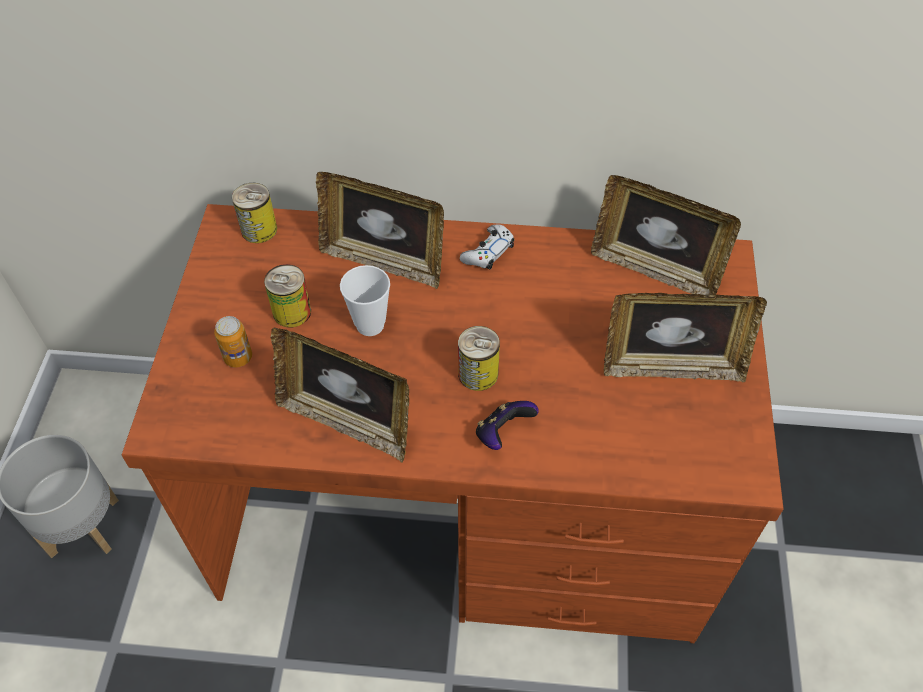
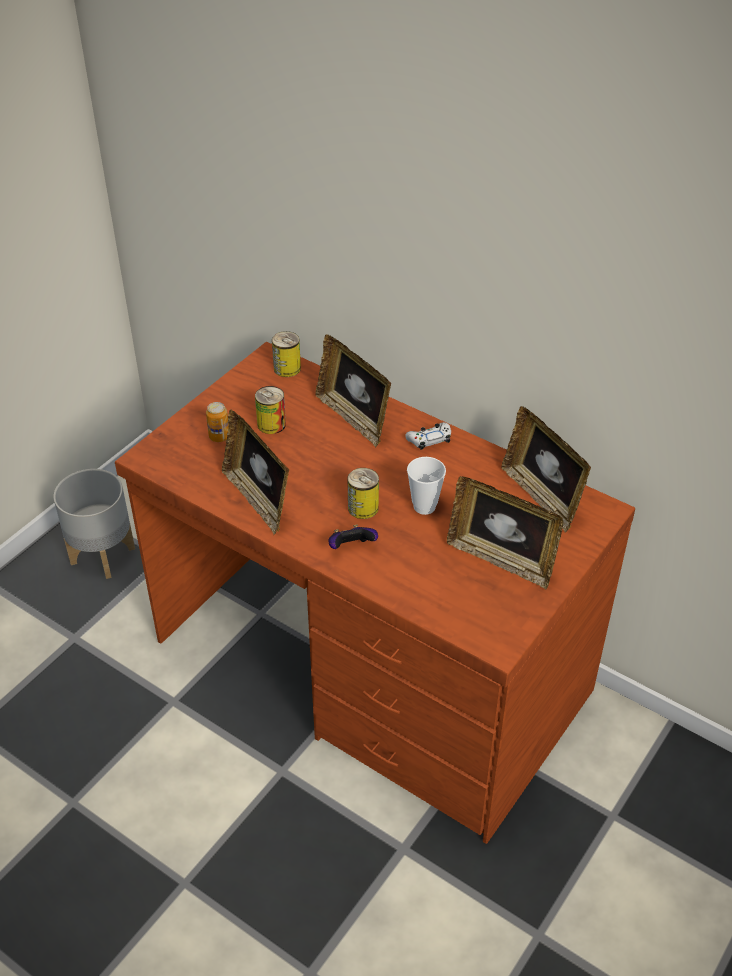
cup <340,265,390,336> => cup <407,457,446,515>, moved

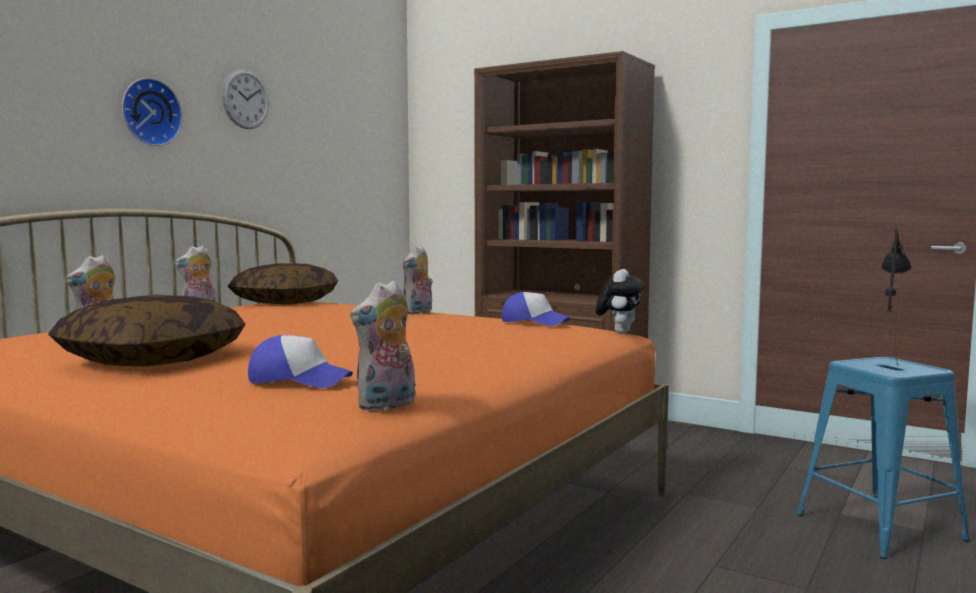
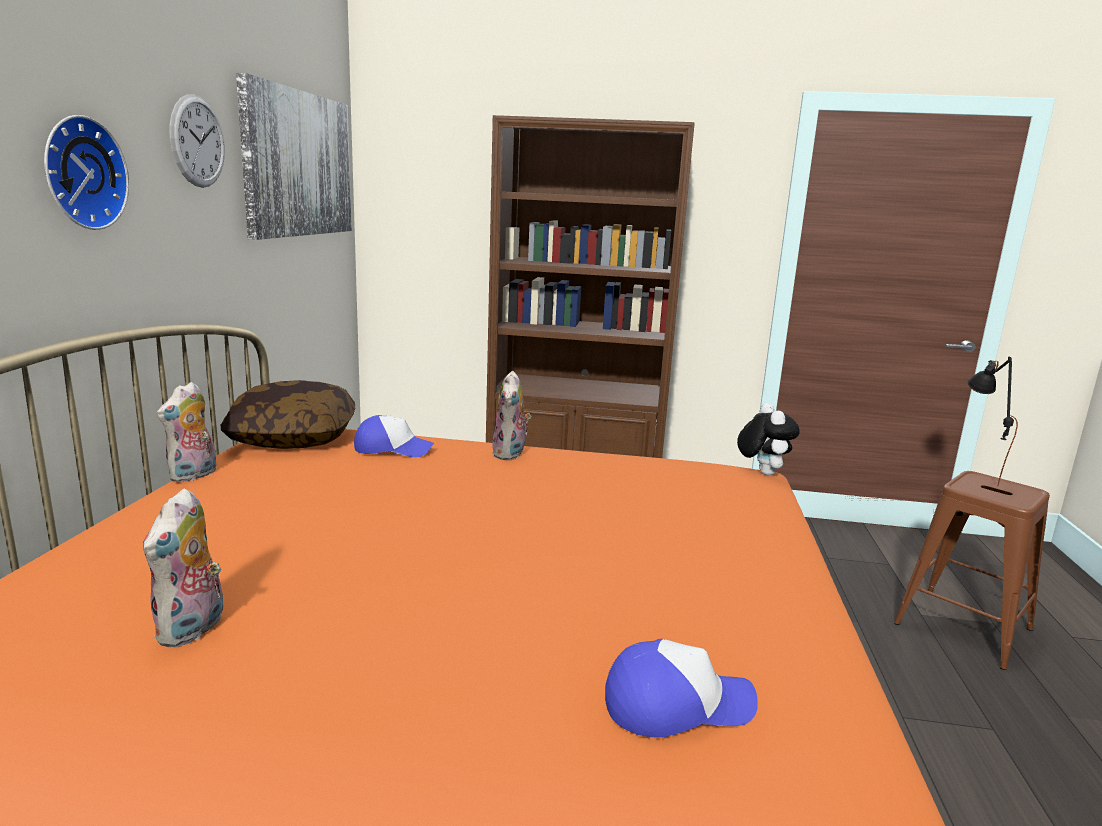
plush toy <350,280,415,411> => nothing
cap <502,292,570,326> => cap <354,415,434,457>, moved
throw pillow <48,294,246,367> => nothing
stool in bluish <797,357,970,559> => stool in brownish <894,471,1050,670>
nothing => wall picture <236,73,352,240>

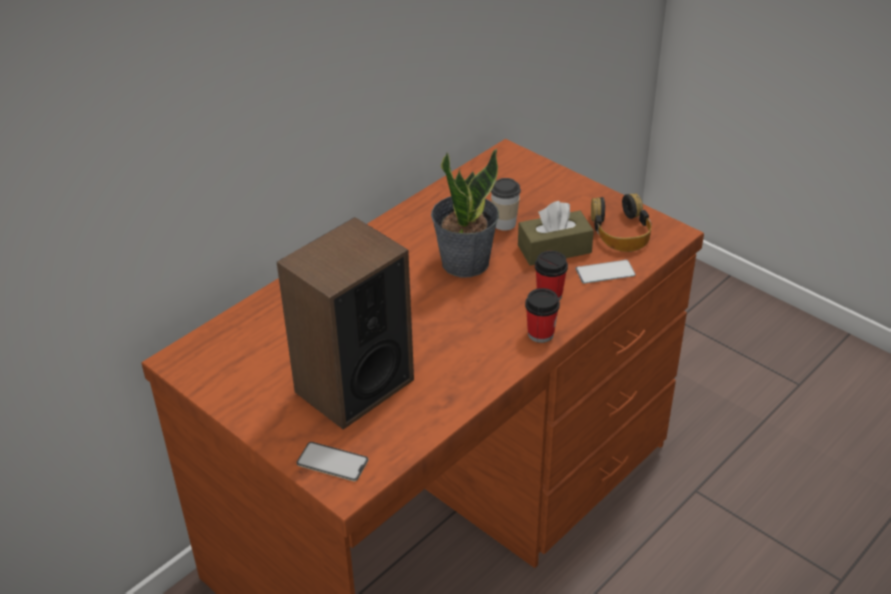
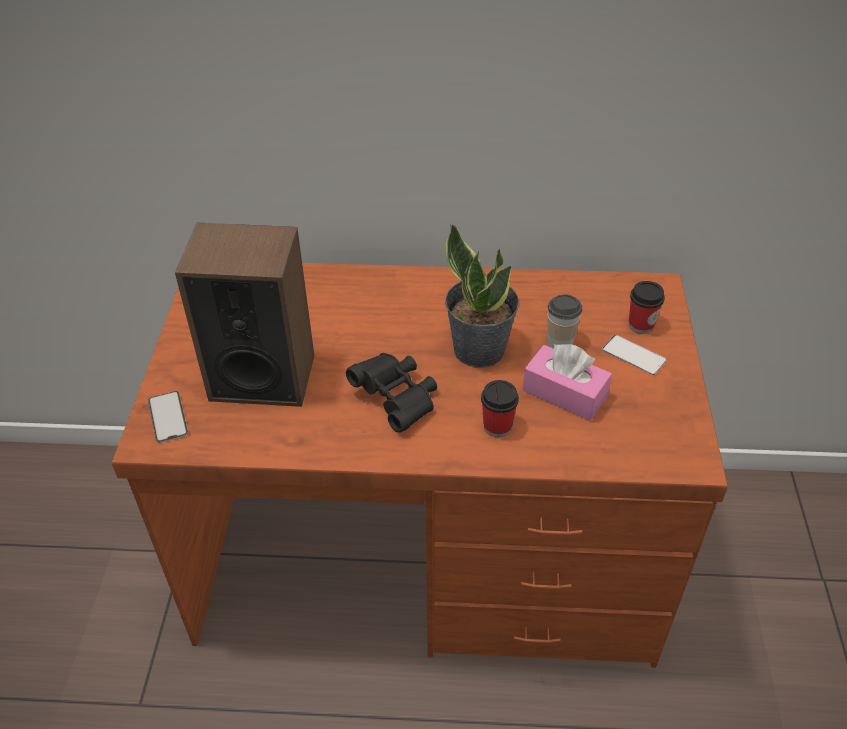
headset <591,193,652,252> => nothing
box of tissues in brownish <518,201,594,266> => box of tissues in pink-coloured <523,344,612,421>
telephone <576,260,636,284> => telephone <602,335,667,375>, moved
cup <525,288,560,343> => cup <629,281,665,334>, moved
nothing => field glasses in black <346,353,437,433>

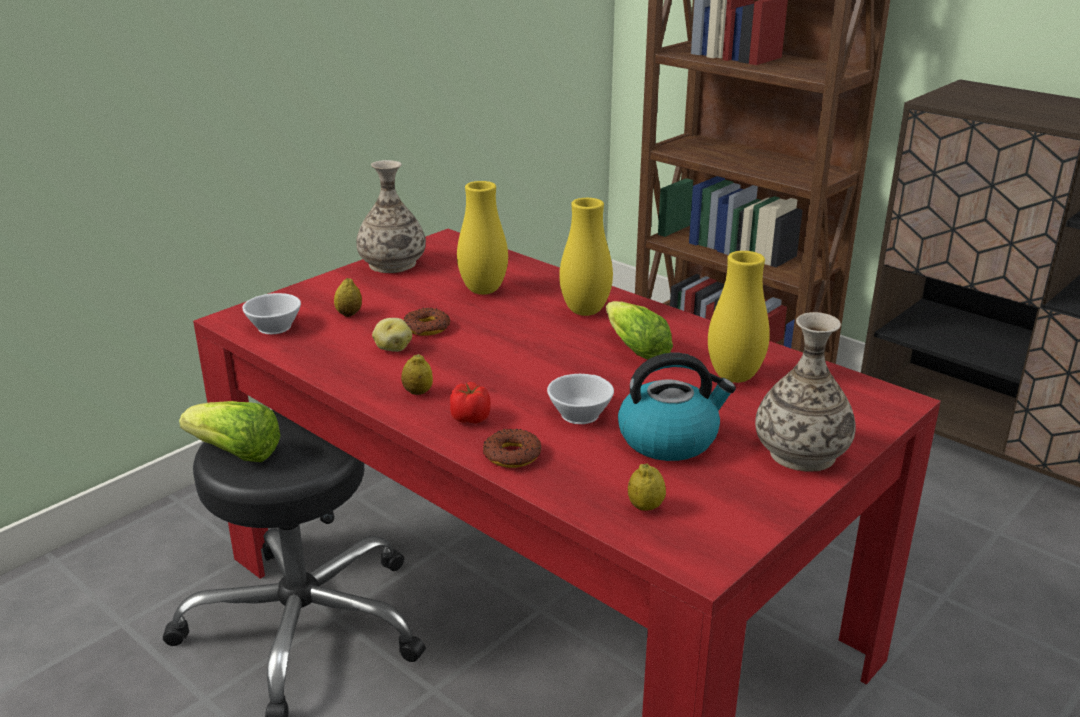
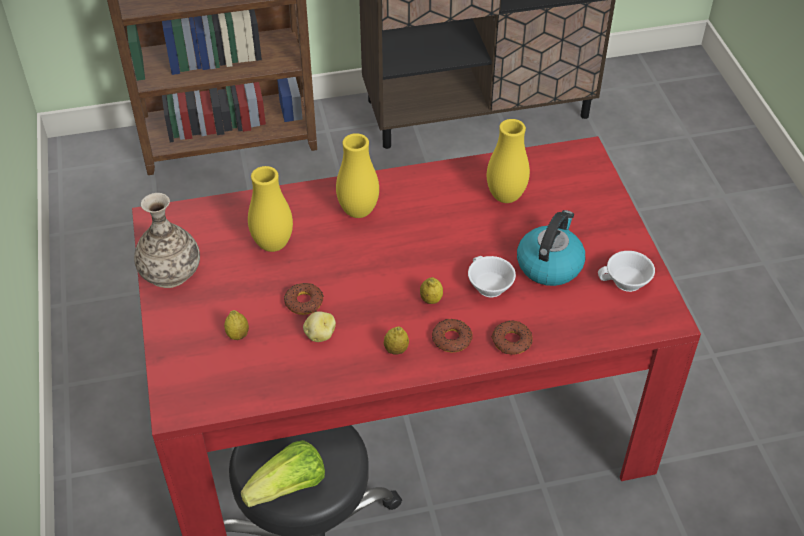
cup in white <242,293,301,334> => cup in white <598,251,655,292>, moved
lettuce <606,301,673,360> => nothing
vase <755,312,856,471> => nothing
fresh tomato <450,382,491,424> => donut <432,319,473,352>
lemon <628,464,666,511> => lemon <420,277,443,304>, moved

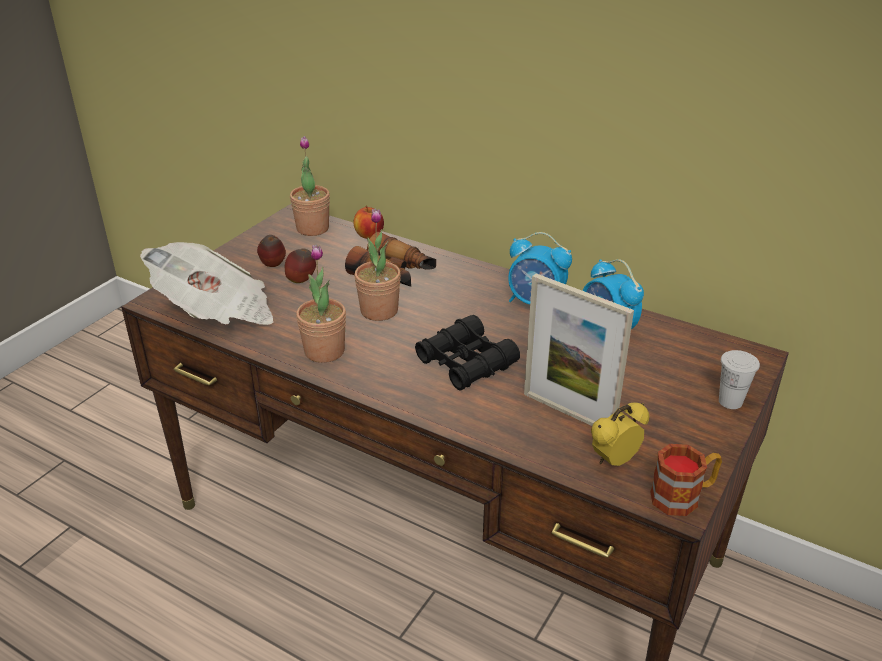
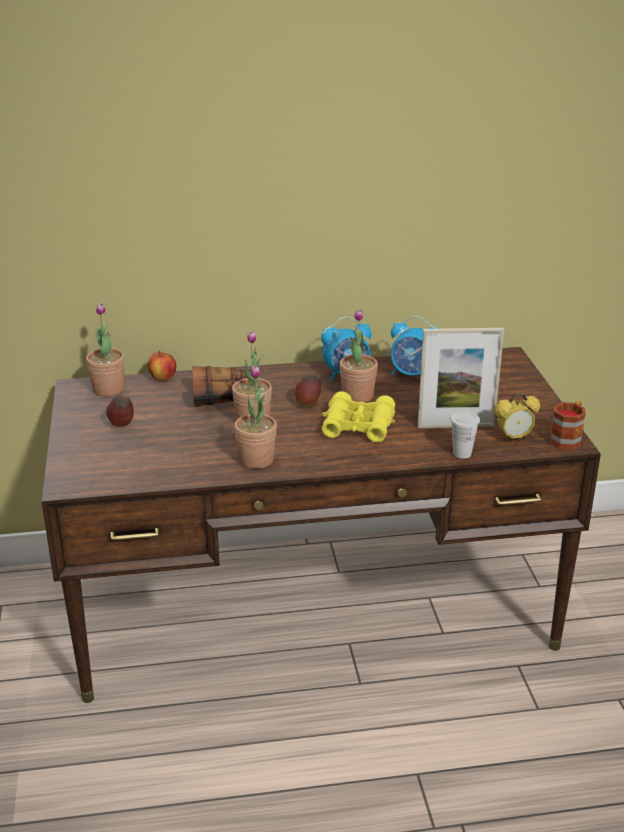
newspaper <140,242,274,325> => nothing
apple <285,248,316,283> => apple <295,375,322,407>, moved
field glasses in black <415,315,520,391> => field glasses in yellowish <322,391,395,442>
cup in white <719,350,760,409> => cup in white <450,411,480,459>, moved
table clock <591,402,649,466> => table clock <494,393,540,442>, 120 degrees counterclockwise
nothing => plant in a pot <339,309,378,403>

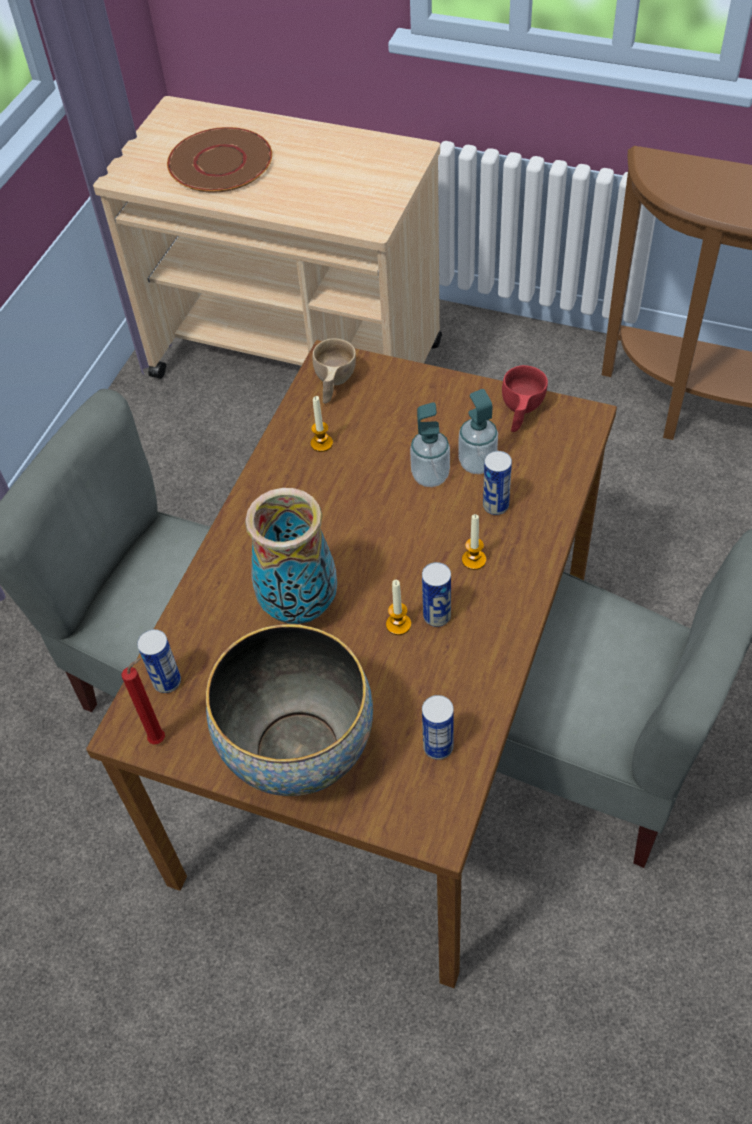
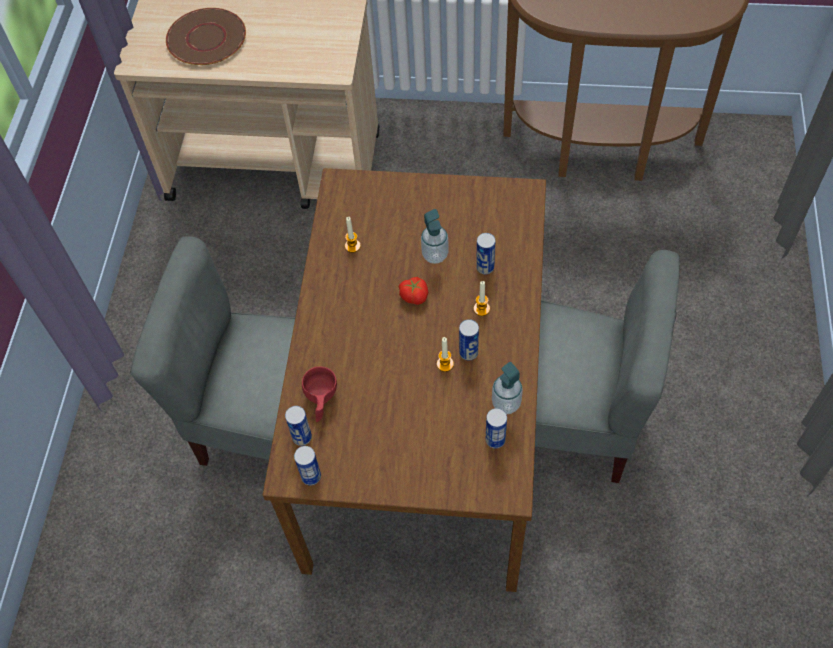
cup in beige-coloured <313,338,356,403> => nothing
cup in reddish <502,365,548,432> => cup in reddish <302,366,337,422>, moved
soap dispenser <458,389,498,474> => soap dispenser <492,362,523,414>, moved
vase <245,488,337,624> => nothing
bowl <206,624,373,796> => nothing
wax candle in reddish <122,658,165,744> => metal can <294,446,321,486>
nothing => fresh tomato <399,277,428,305>

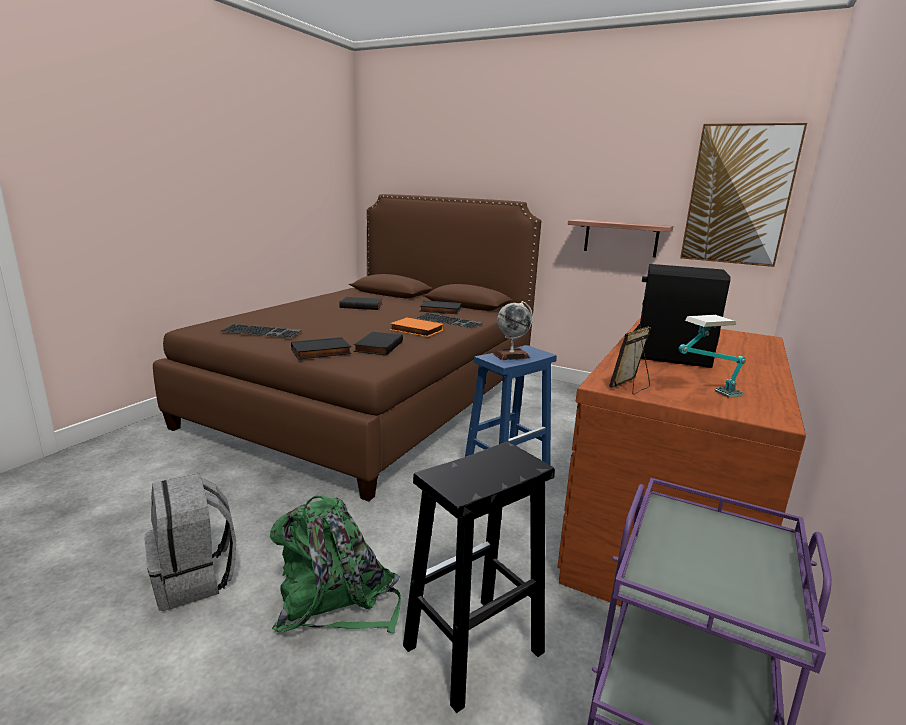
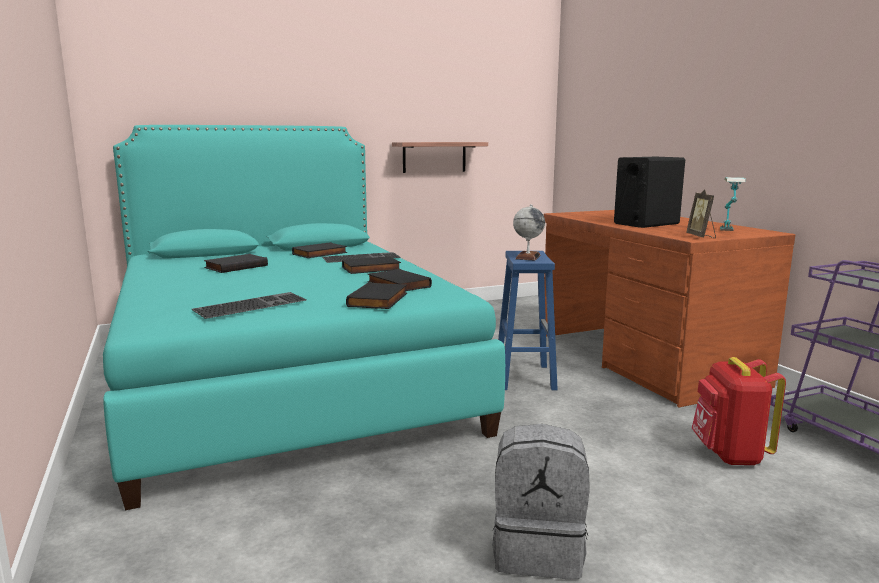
wall picture <680,123,807,267> => nothing
sleeping bed in brownish <153,194,541,502> => sleeping bed in turquoise-coloured <103,125,505,510>
volume in orangey <390,317,443,337> => volume in black <342,256,401,274>
stool in black <403,442,555,713> => knapsack in reddish <692,357,786,465>
knapsack in greenish <270,495,401,633> => nothing

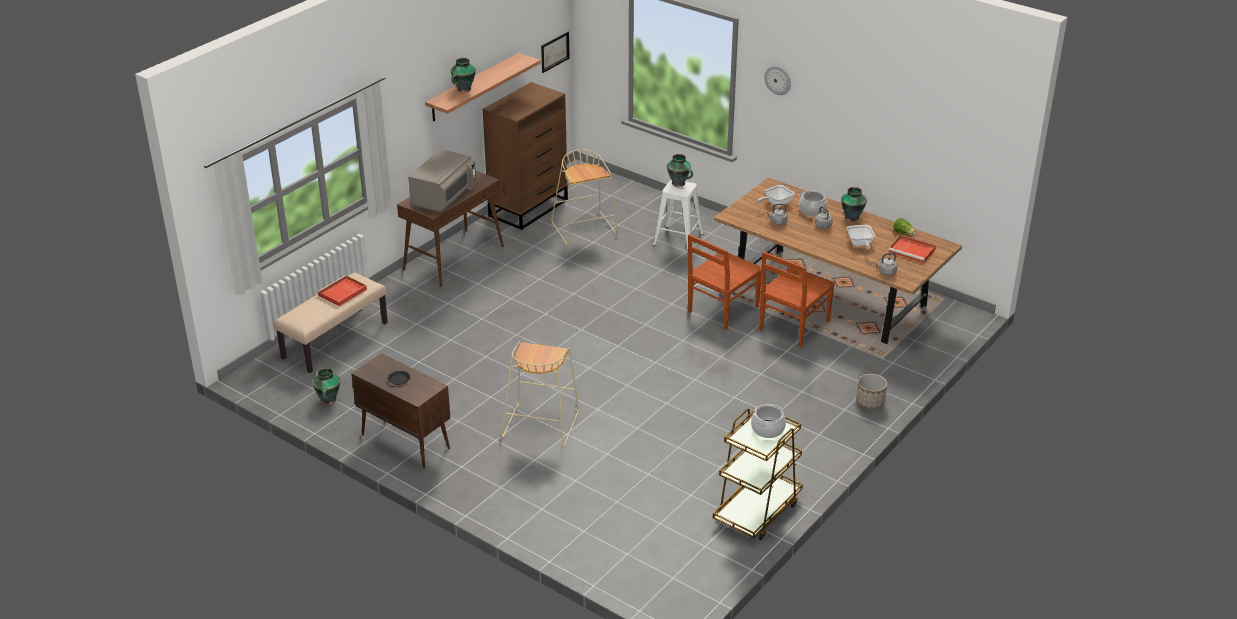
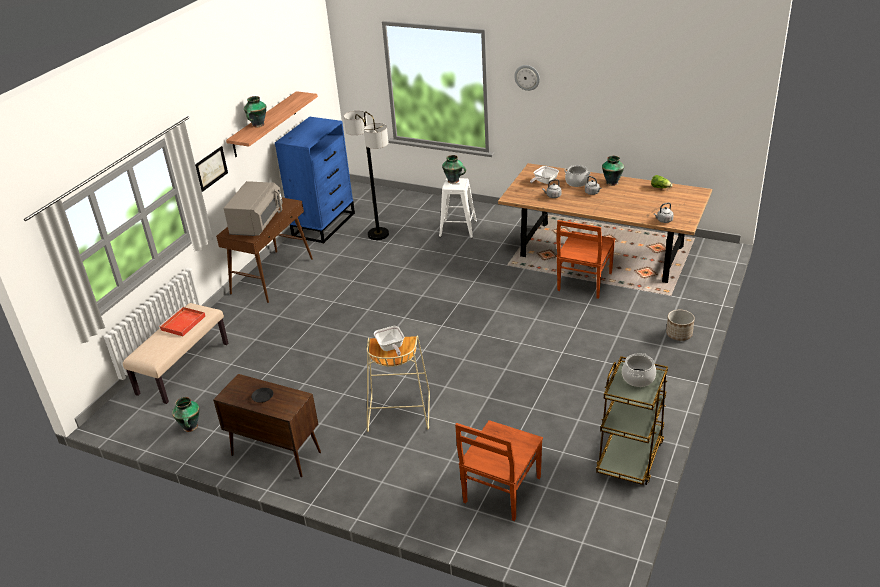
wall picture <541,31,570,73> => wall picture <195,146,228,192>, moved
drawer chest in brownish <482,82,568,230> => drawer chest in bluish <275,117,355,243>
stool in beige-coloured <551,149,618,245> => floor lamp <344,111,389,240>
pan <847,225,875,250> => pan <374,326,404,356>, moved
plain chair in brownish <688,234,761,330> => plain chair in brownish <455,420,543,521>, moved
tray in reddish <889,235,936,263> => nothing

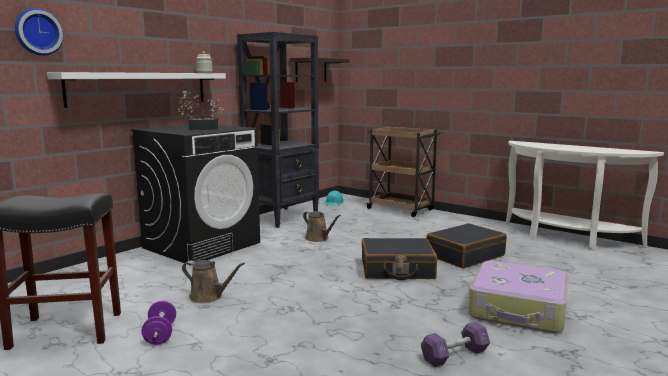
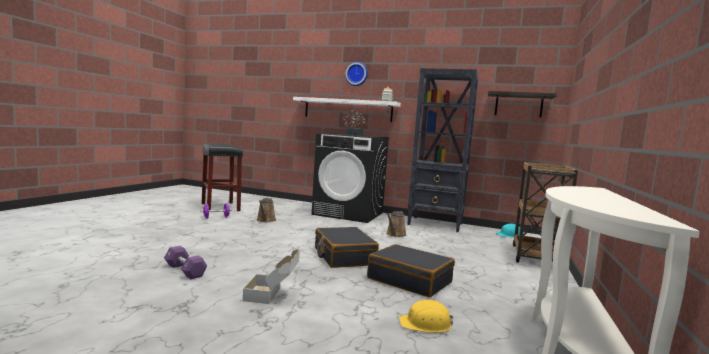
clock on the wall <15,8,63,56> => clock on the wall <345,62,368,86>, moved
piece of luggage <468,261,568,333> => carton <243,249,300,304>
nothing => hard hat in yellowish <399,300,453,333>

